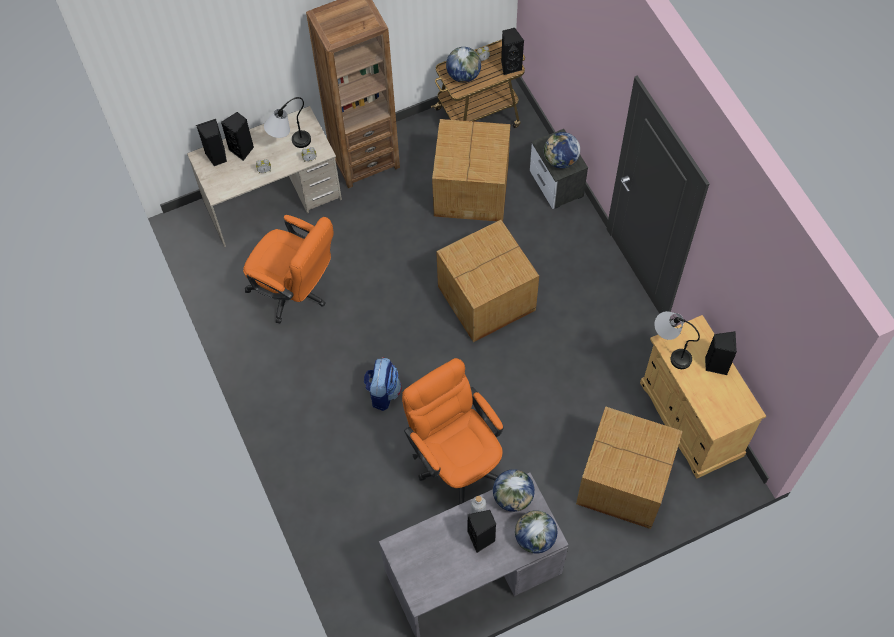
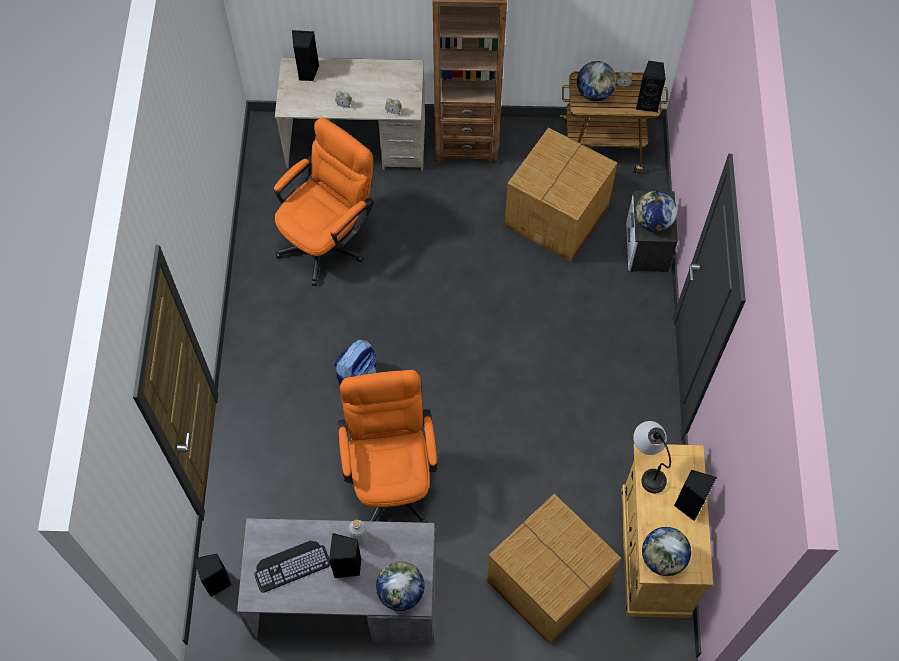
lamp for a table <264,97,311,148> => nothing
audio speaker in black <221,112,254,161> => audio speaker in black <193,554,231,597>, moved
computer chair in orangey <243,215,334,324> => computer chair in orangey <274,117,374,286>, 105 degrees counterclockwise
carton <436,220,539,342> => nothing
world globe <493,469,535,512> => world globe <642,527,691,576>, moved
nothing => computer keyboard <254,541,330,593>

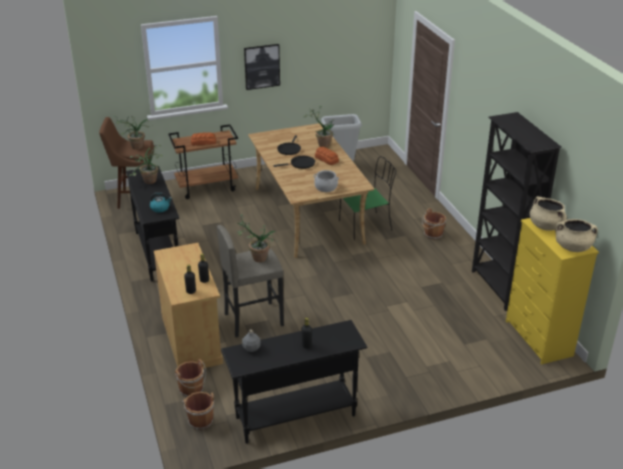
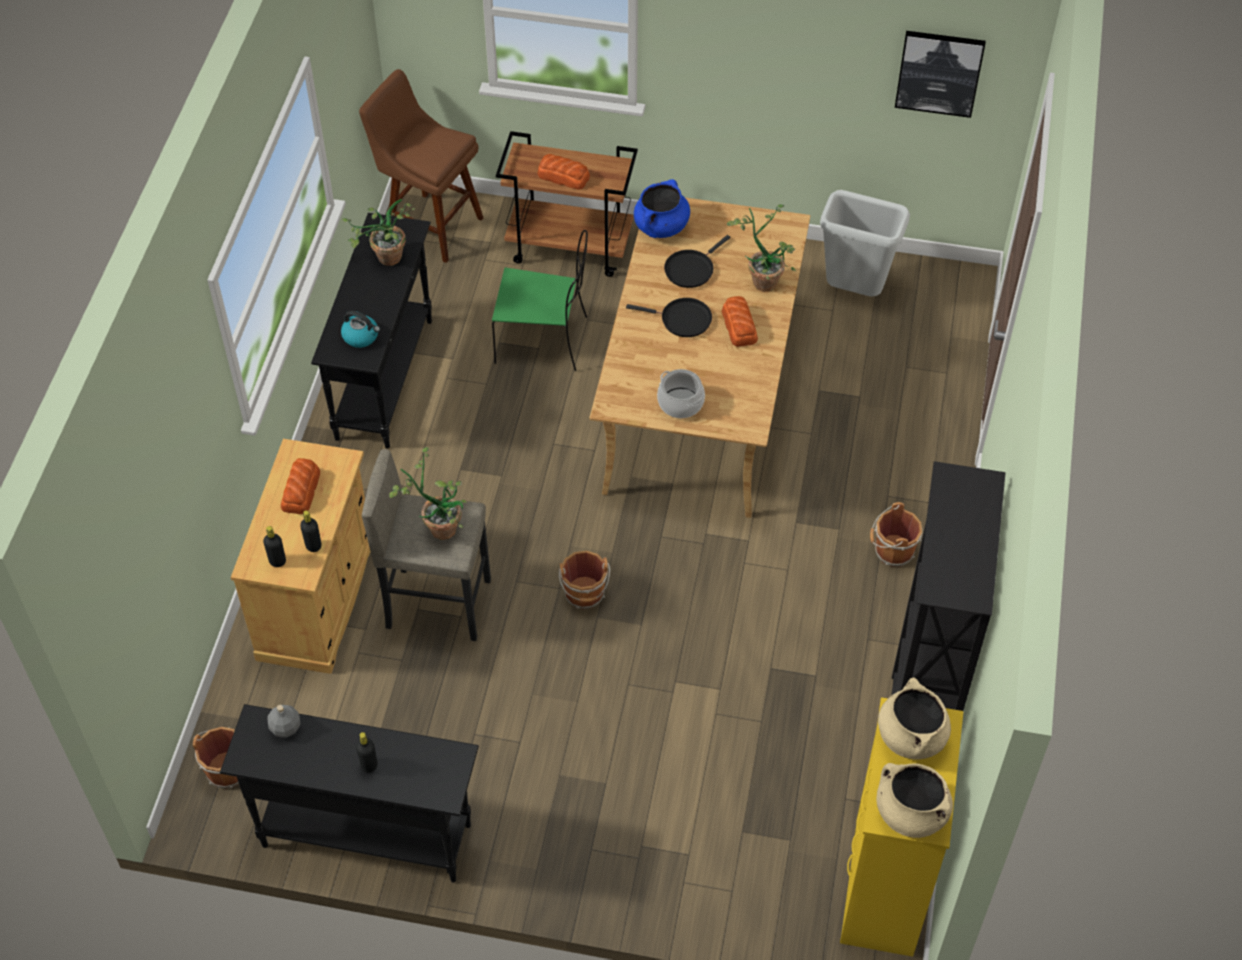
wall picture <244,44,280,90> => wall picture <895,31,986,118>, moved
plant in a pot <113,116,149,150> => nothing
plain chair in greenish <339,156,396,240> => plain chair in greenish <492,230,588,371>, moved
bucket in brownish <175,359,206,397> => bucket in brownish <559,551,610,609>, moved
nothing => stockpot in bluish <634,179,690,238>
nothing => bread <281,458,320,514>

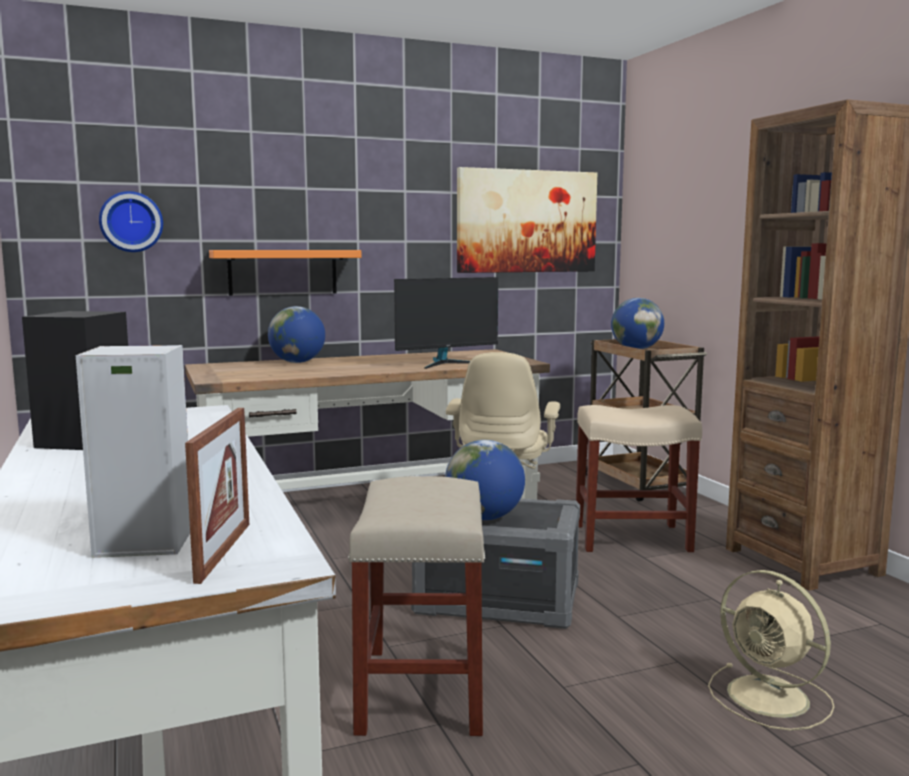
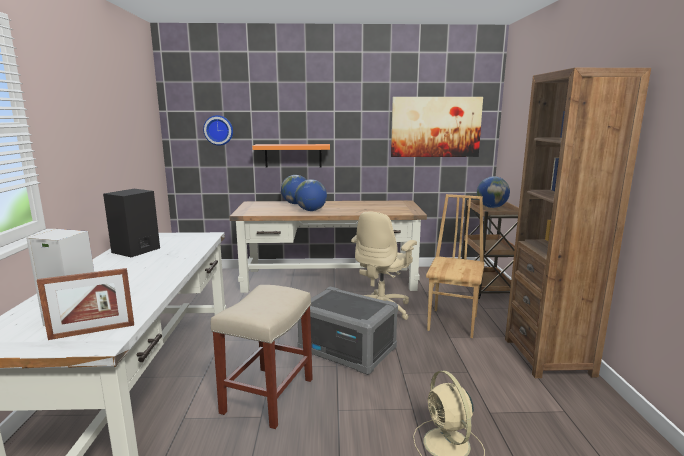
computer screen <394,277,498,369> => nothing
stool in beige-coloured <576,405,702,552> => plain chair in brownish <426,194,485,338>
standing frame <185,408,249,584> => standing frame <37,268,134,340>, 45 degrees clockwise
world globe <445,440,525,520> => world globe <295,179,327,211>, moved

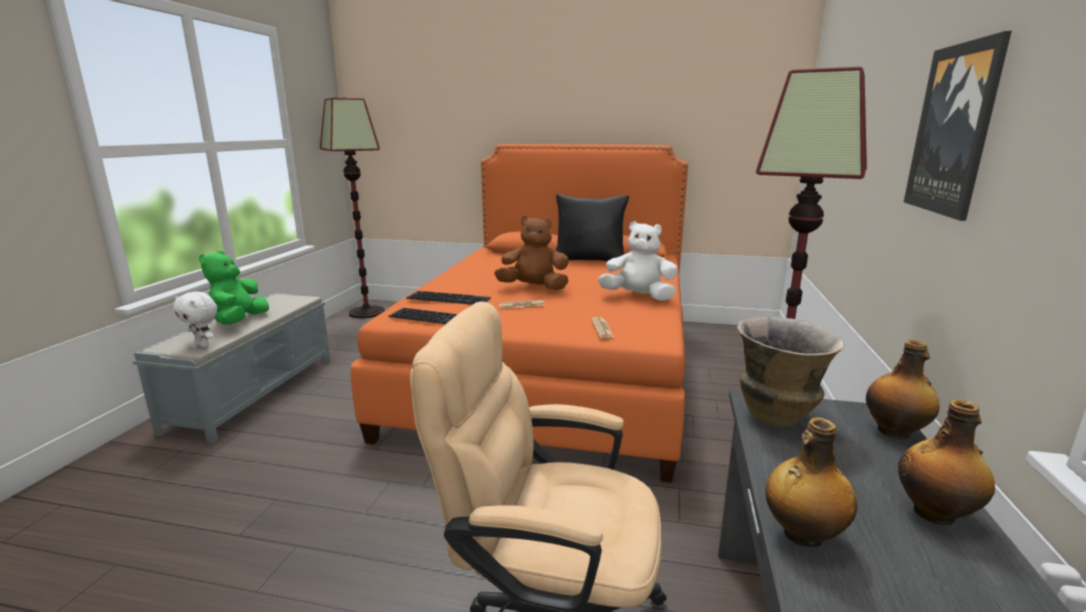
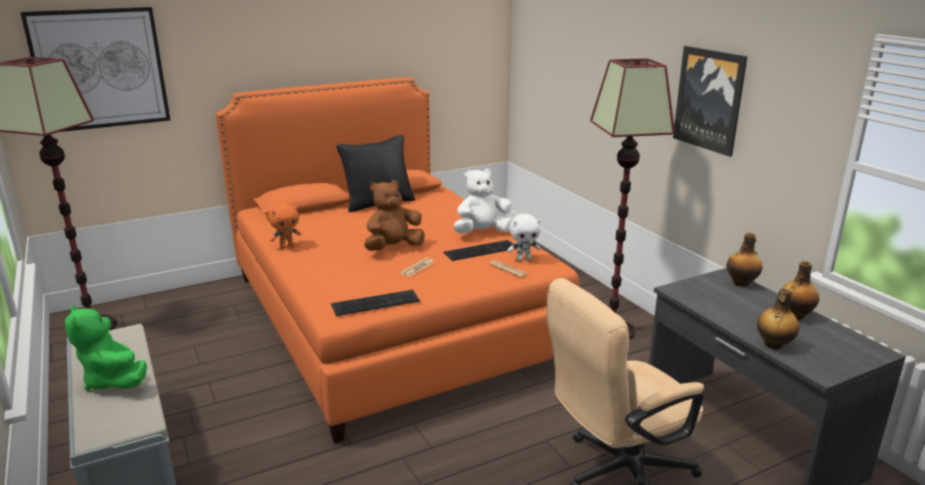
computer keyboard <406,291,491,305> => computer keyboard <443,240,518,261>, moved
plush toy in white <173,292,217,347> => plush toy in white <508,214,541,261>, moved
vase <737,317,845,427> => nothing
nothing => wall picture <20,7,170,132>
nothing => plush toy in orangey <268,203,301,249>

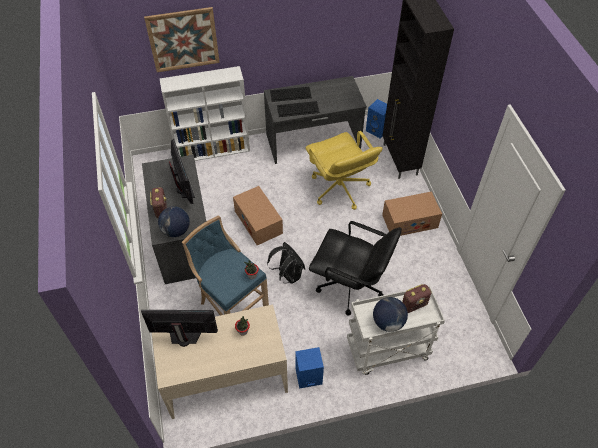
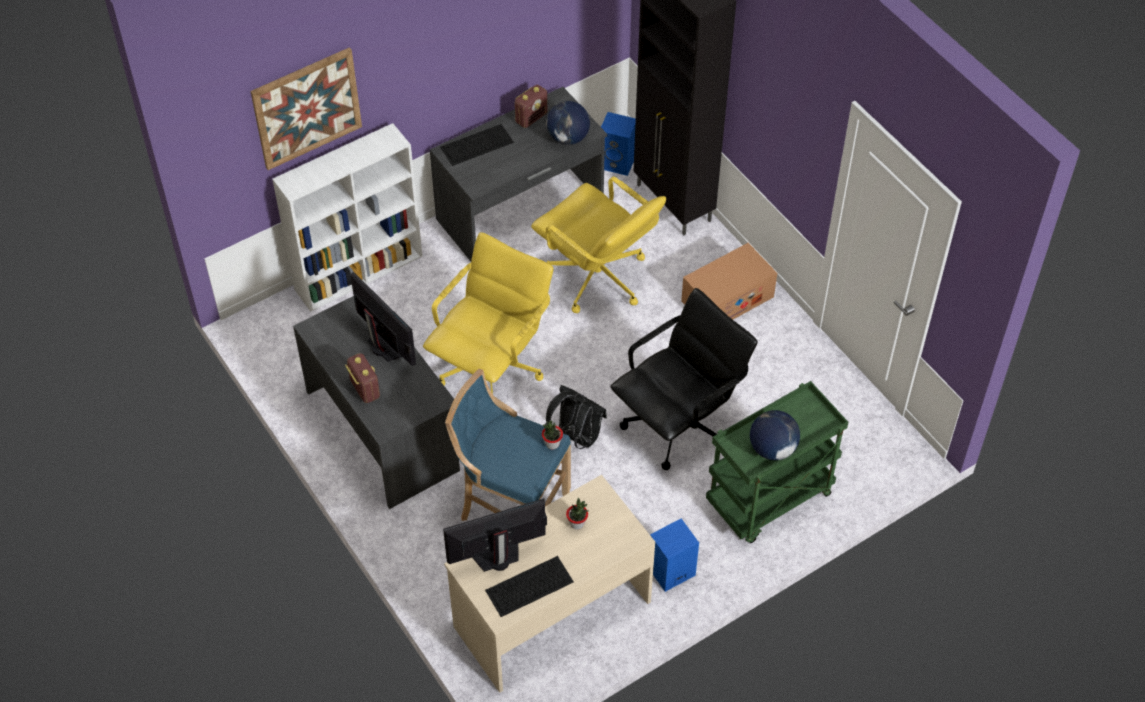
computer keyboard <277,101,320,117> => computer keyboard <485,556,574,617>, moved
carton <233,186,283,245> => computer chair in yellowish <423,232,553,394>
world globe <158,206,190,237> => world globe <546,101,590,145>, moved
computer chair in black <309,221,402,316> => computer chair in black <610,288,757,470>, 45 degrees counterclockwise
radio set <402,284,431,313> => radio set <515,85,547,128>, moved
wheeled cart in white <347,285,445,375> => wheeled cart in greenish <706,381,848,543>

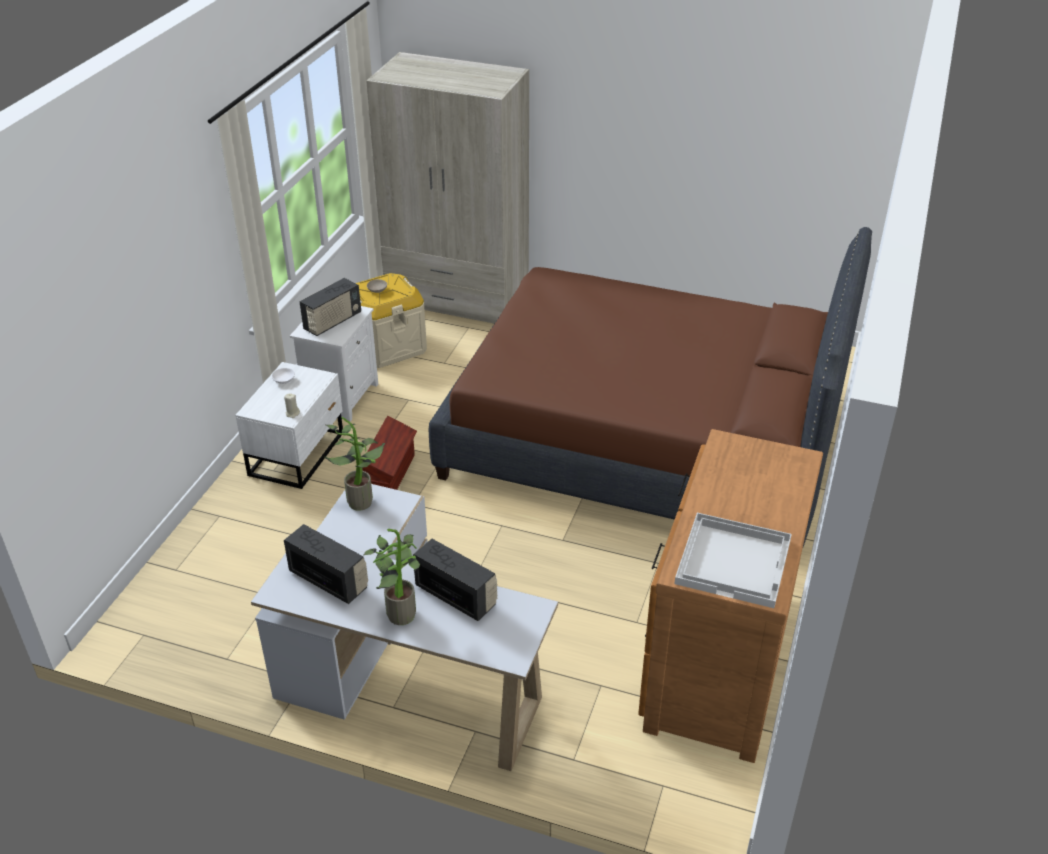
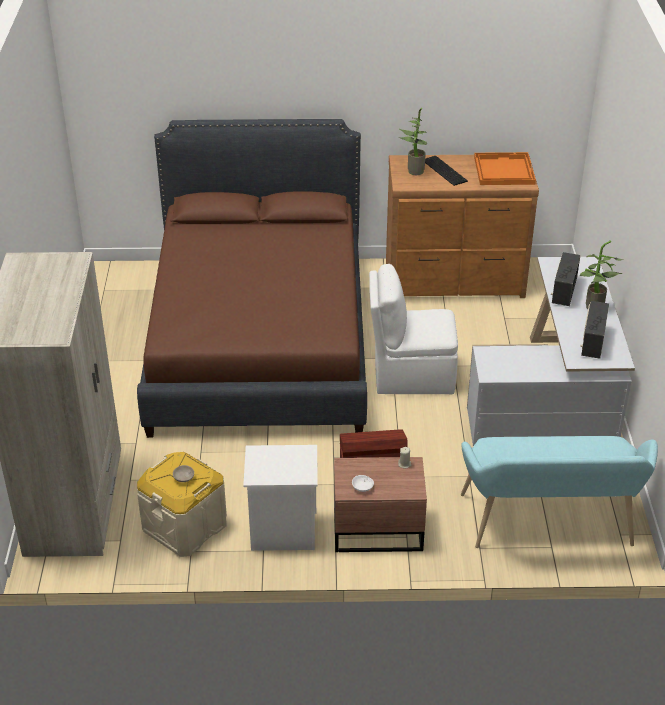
radio set <299,278,361,336> => nothing
night table in white <235,362,343,489> => night table in brownish <334,457,427,552>
plant in a pot <325,417,385,511> => plant in a pot <399,108,428,175>, moved
tray in white <674,513,792,608> => tray in orangey <474,152,536,185>
nothing => computer keyboard <425,156,468,186>
nothing => plain chair in white <369,264,458,394>
nothing => bench in turquoise-coloured <461,436,658,548>

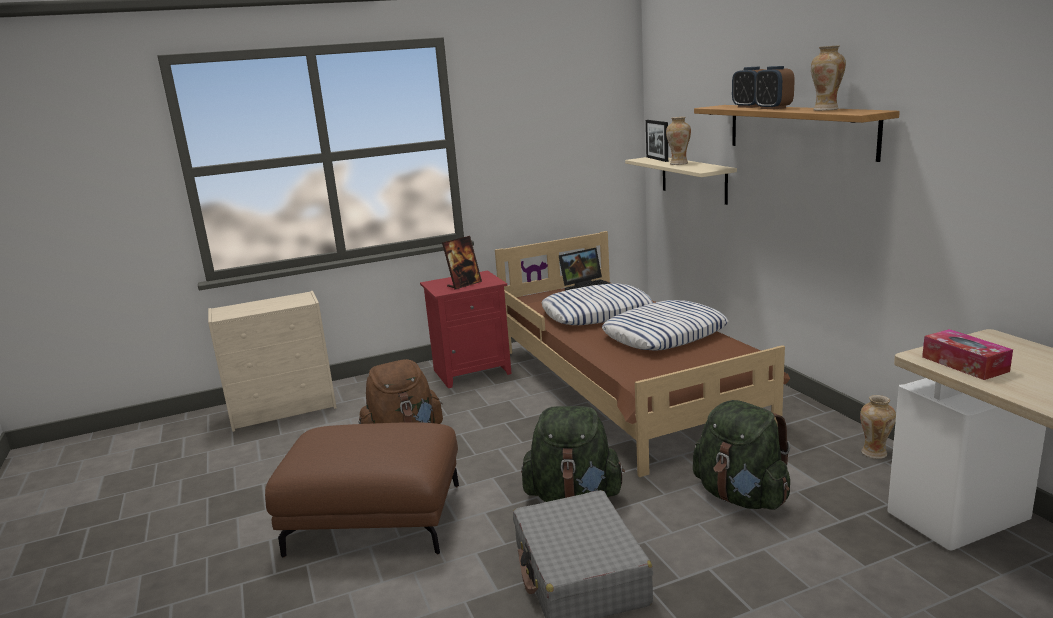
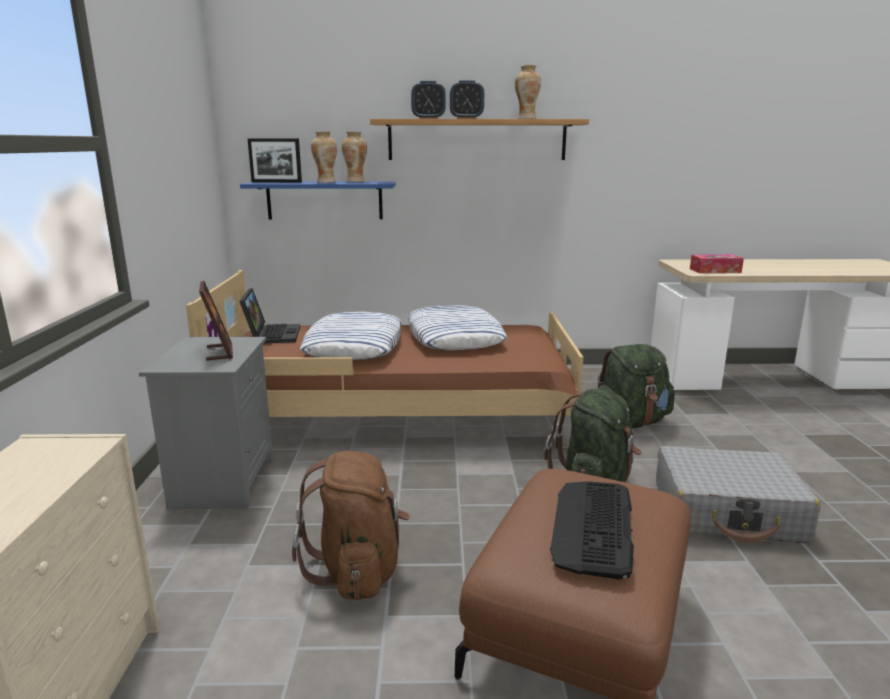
wall shelf in beige-coloured <625,157,737,205> => wall shelf in bluish <240,181,396,219>
night table in reddish <420,271,512,388> => night table in grey <139,337,273,509>
vase <860,395,896,459> => vase <342,132,367,182>, moved
nothing => computer keyboard <550,481,634,580>

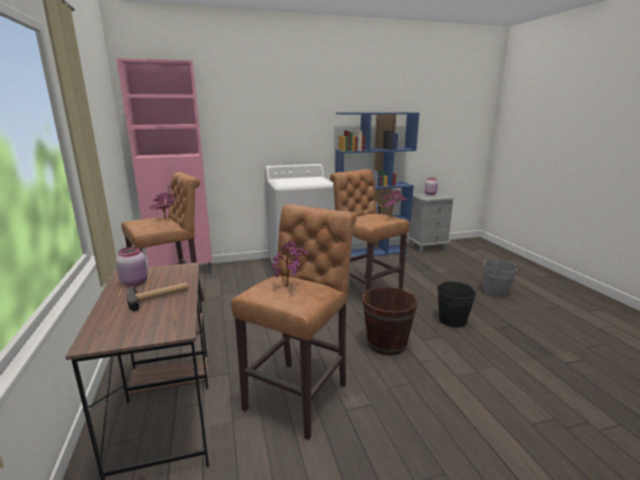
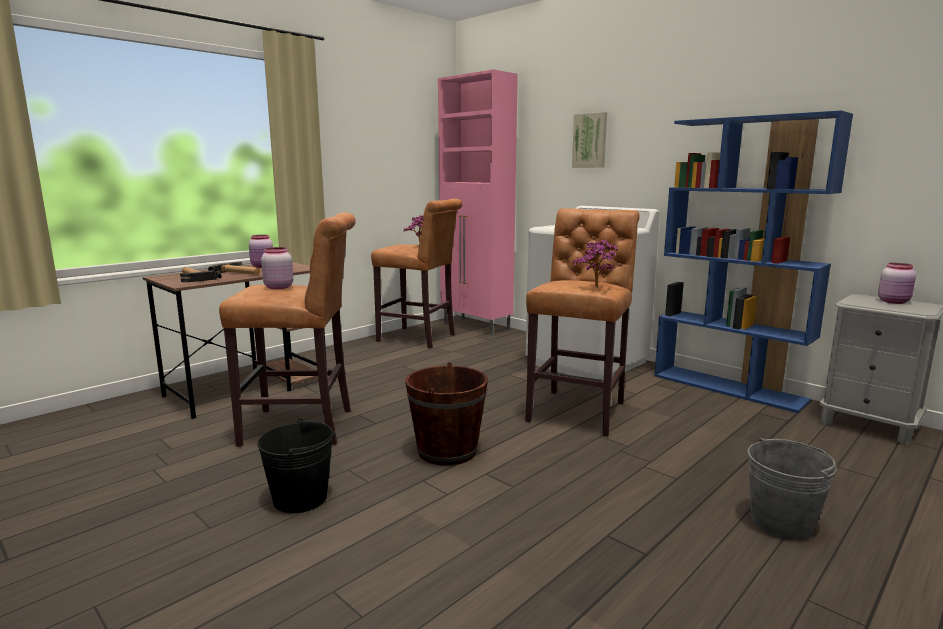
plant in a pot <272,241,309,287> => preserve jar in pink-coloured <261,247,293,289>
bucket in black <437,282,477,328> => bucket in black <257,419,335,513>, moved
nothing => wall picture <572,112,607,168>
nothing => hammer <180,267,221,282>

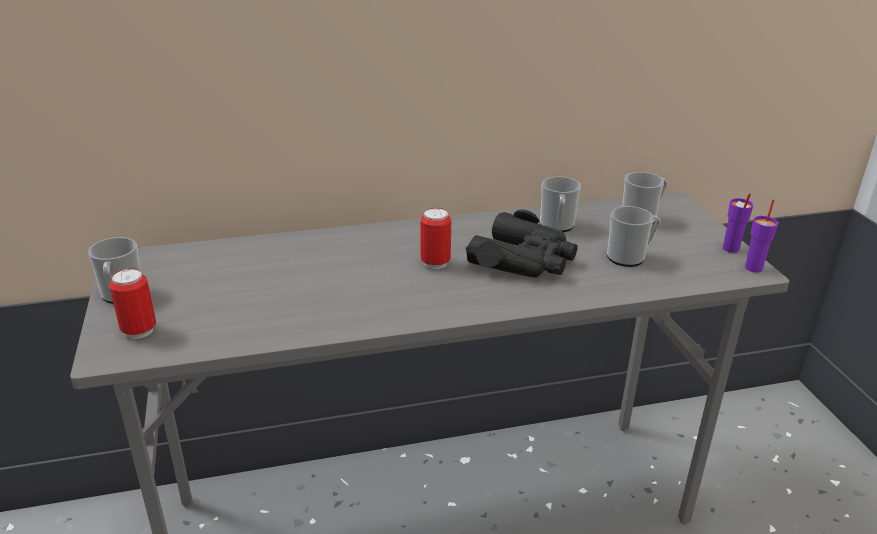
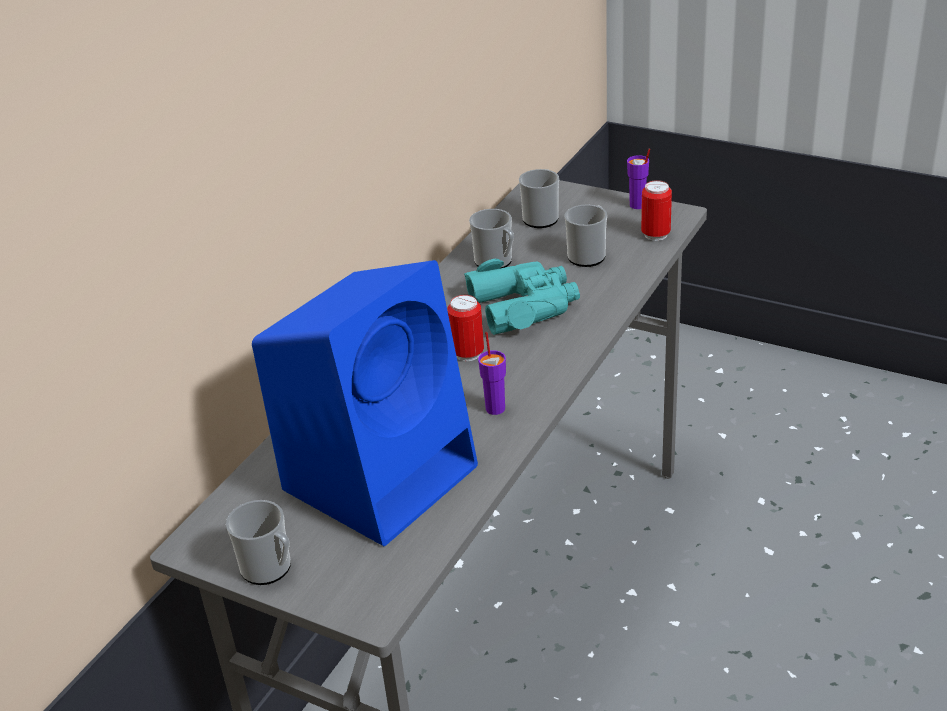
cup in purple <745,200,778,273> => cup in purple <478,332,506,415>, moved
field glasses in black <466,210,578,278> => field glasses in turquoise-coloured <464,259,580,335>
metal can <109,268,156,339> => metal can <641,180,672,241>, moved
nothing => audio speaker in bluish <252,260,478,546>

